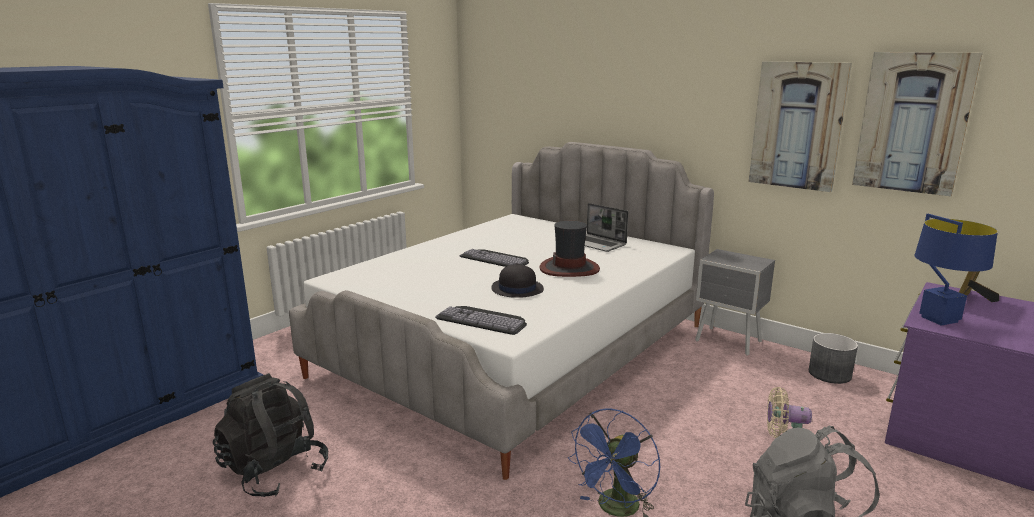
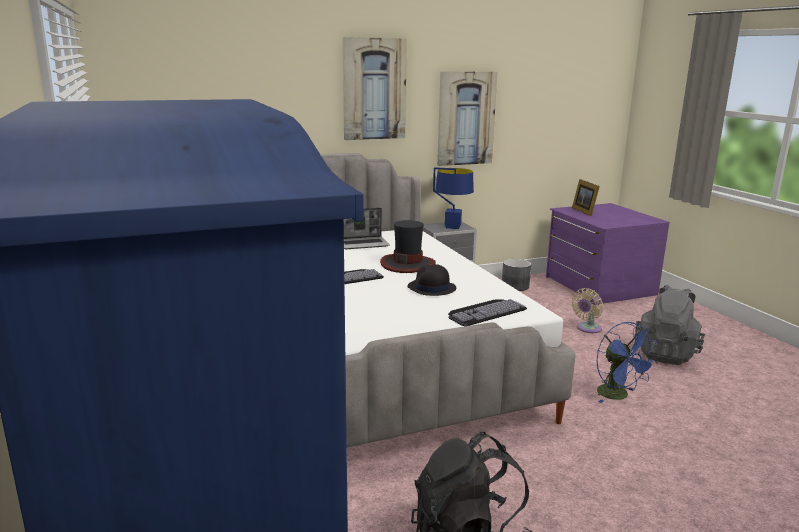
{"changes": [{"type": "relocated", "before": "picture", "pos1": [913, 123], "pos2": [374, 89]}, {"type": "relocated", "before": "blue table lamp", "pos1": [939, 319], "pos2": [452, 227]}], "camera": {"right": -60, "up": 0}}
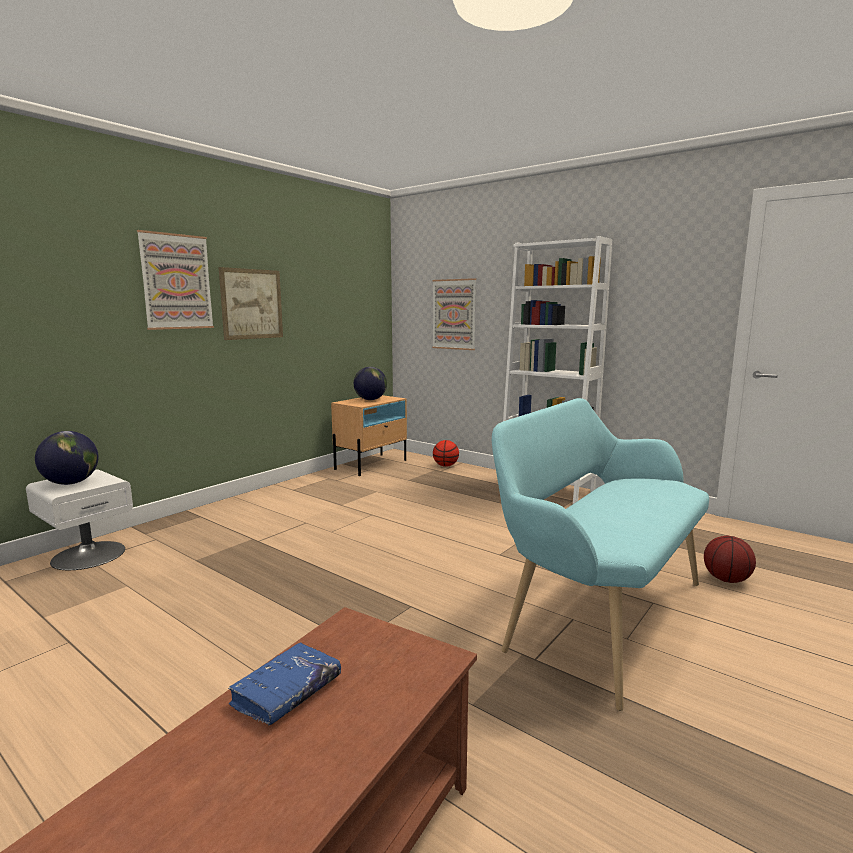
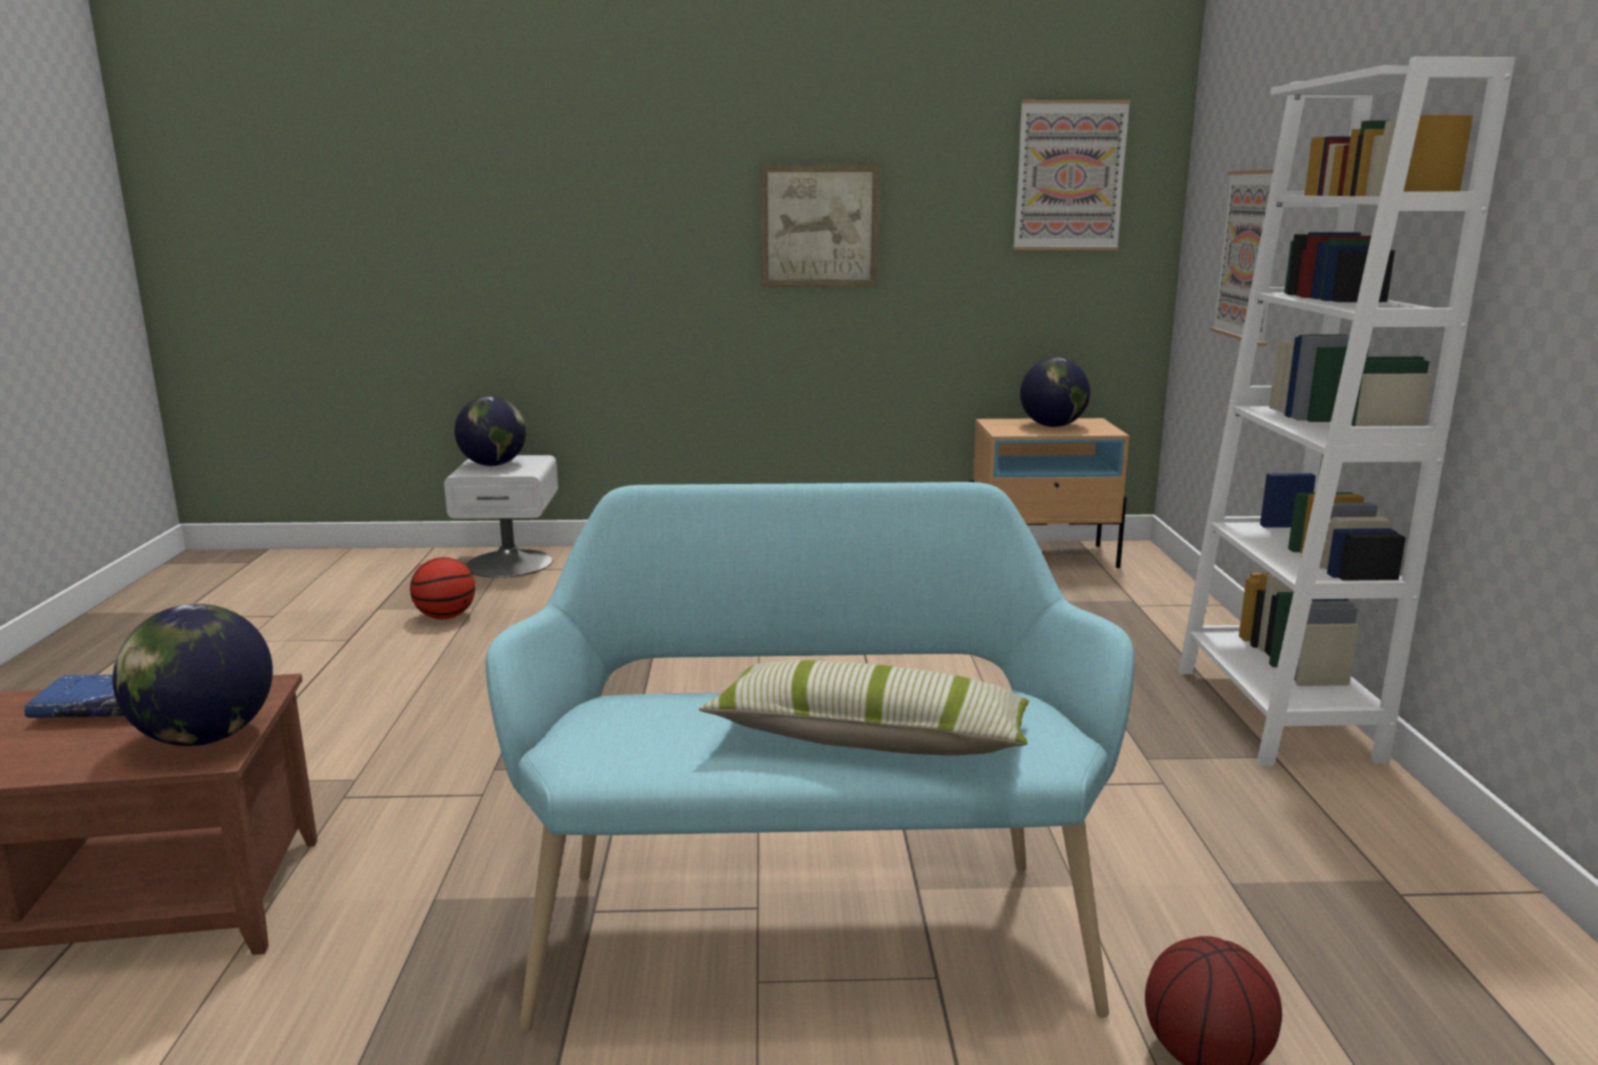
{"changes": [{"type": "relocated", "before": "picture", "pos1": [176, 282], "pos2": [1069, 176]}, {"type": "relocated", "before": "basketball", "pos1": [445, 466], "pos2": [445, 617]}, {"type": "appeared", "after": "globe", "pos2": [206, 738]}, {"type": "appeared", "after": "pillow", "pos2": [869, 739]}], "camera": {"right": 50, "up": 5}}
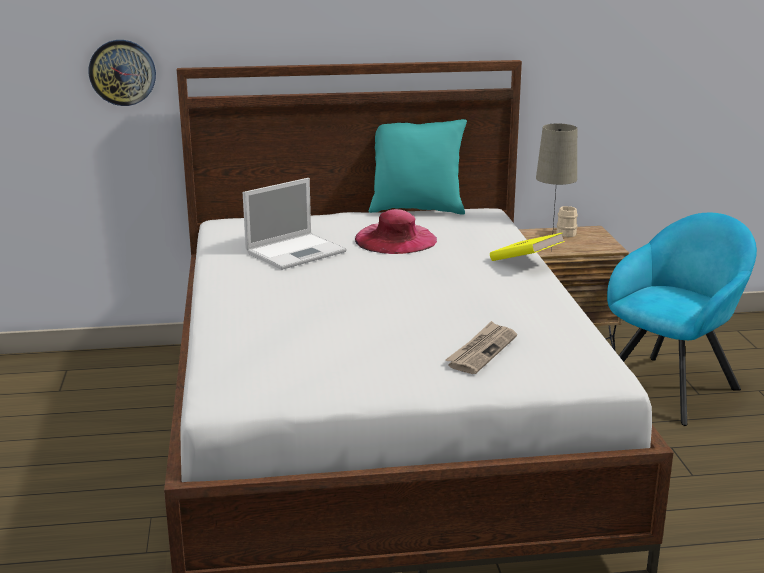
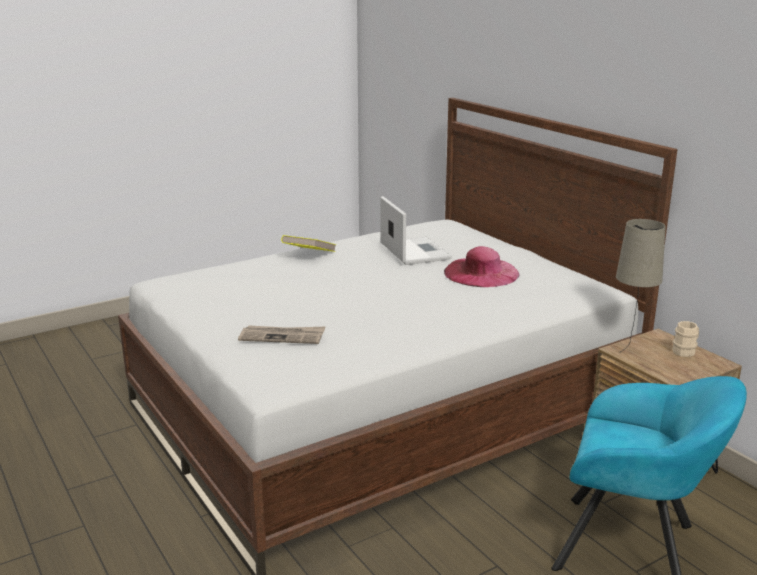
{"changes": [{"type": "missing", "before": "wall clock", "pos1": [122, 72]}, {"type": "spun", "before": "laptop", "pos1": [297, 251], "pos2": [414, 251], "turn": -135}, {"type": "missing", "before": "turquoise pillow", "pos1": [416, 209]}, {"type": "relocated", "before": "yellow book", "pos1": [525, 262], "pos2": [309, 255]}], "camera": {"right": 65, "up": 0}}
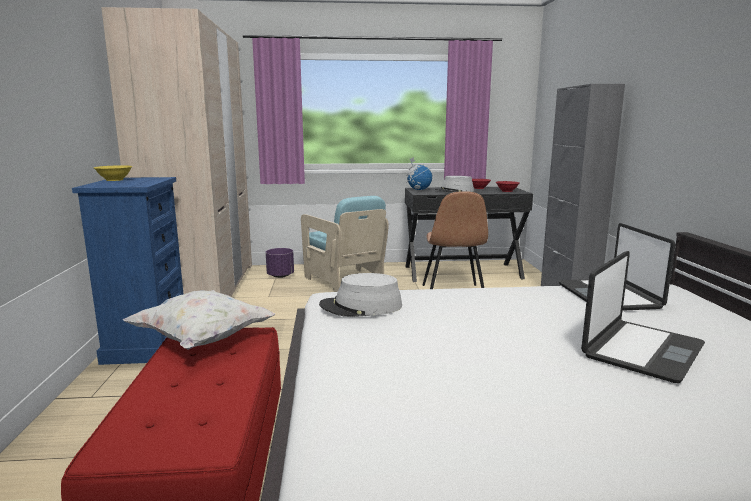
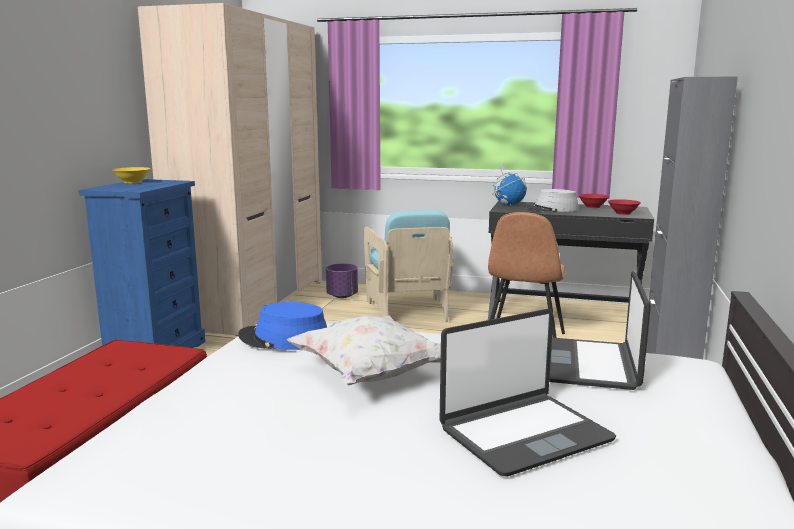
{"changes": [{"type": "relocated", "before": "white pillow", "pos1": [203, 340], "pos2": [371, 375]}, {"type": "colour", "before": "grey hat", "after": "blue hat", "pos1": [361, 306], "pos2": [284, 339]}], "camera": {"right": 20, "up": 0}}
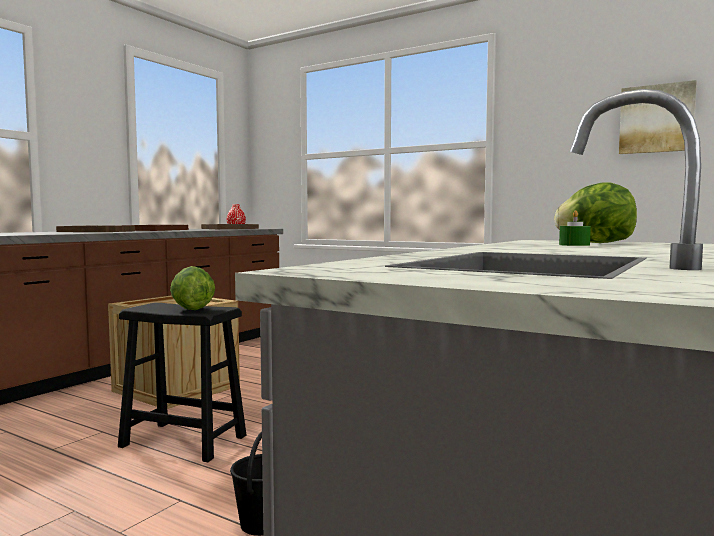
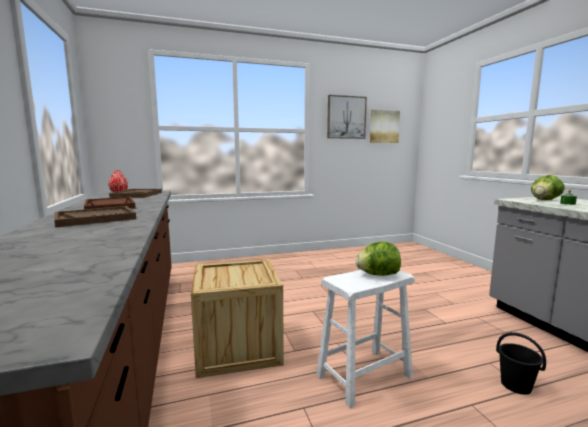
{"changes": [{"type": "colour", "before": "black stool", "after": "white stool", "pos1": [183, 441], "pos2": [364, 376]}, {"type": "appeared", "after": "picture", "pos2": [346, 117]}], "camera": {"right": -50, "up": 5}}
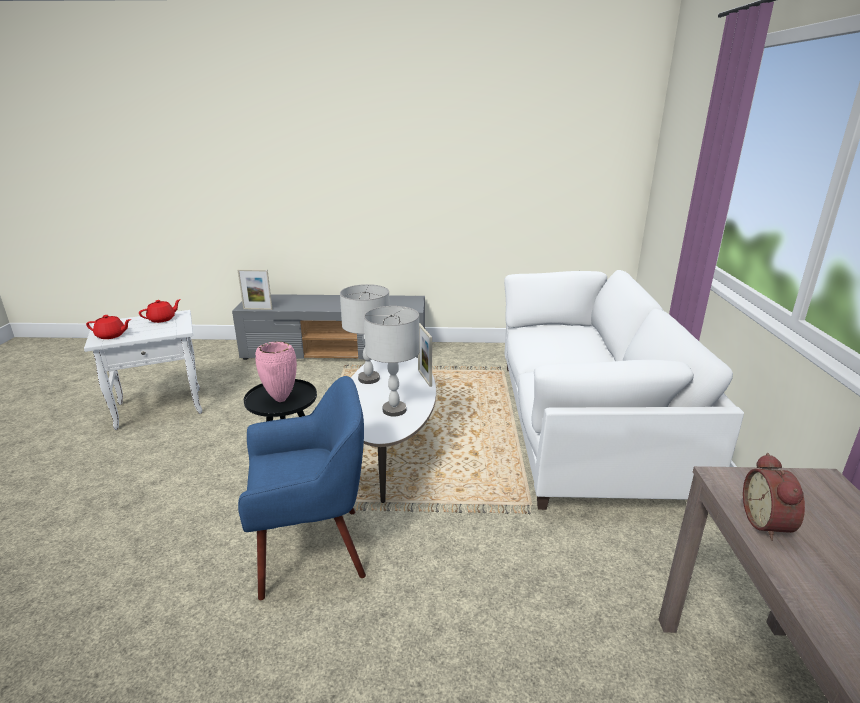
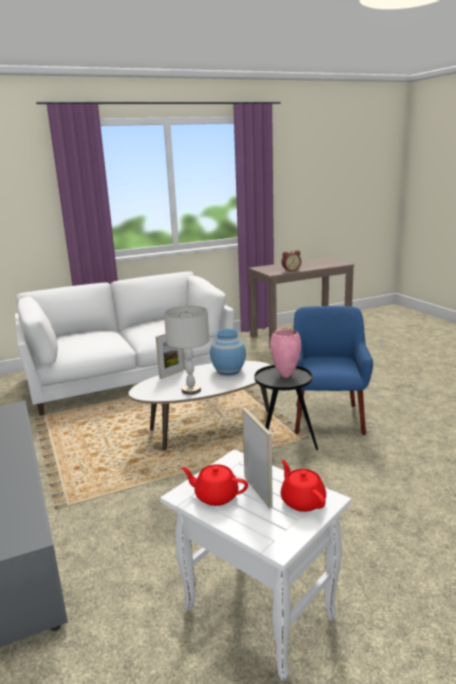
{"changes": [{"type": "relocated", "before": "picture frame", "pos1": [257, 309], "pos2": [257, 491]}, {"type": "spun", "before": "blue armchair", "pos1": [313, 549], "pos2": [327, 418], "turn": 45}, {"type": "exchanged", "before": "grey table lamp", "after": "blue vase", "pos1": [394, 410], "pos2": [228, 370]}], "camera": {"right": -115, "up": -5}}
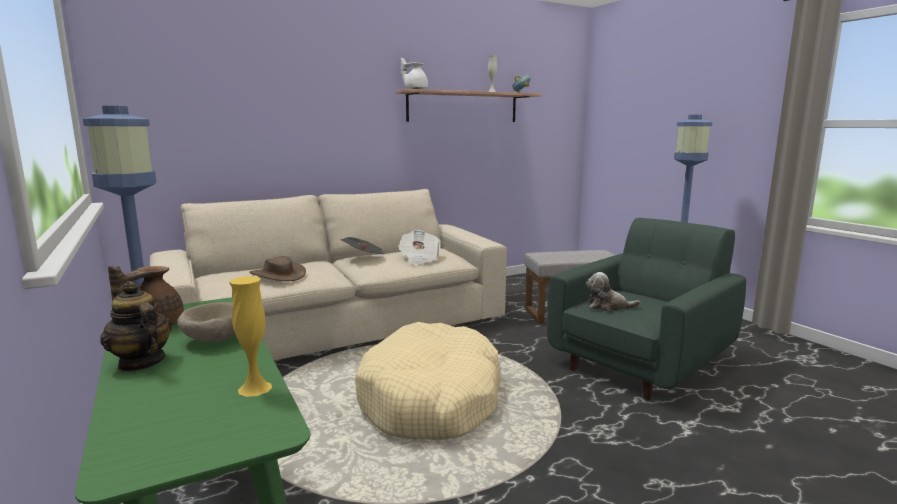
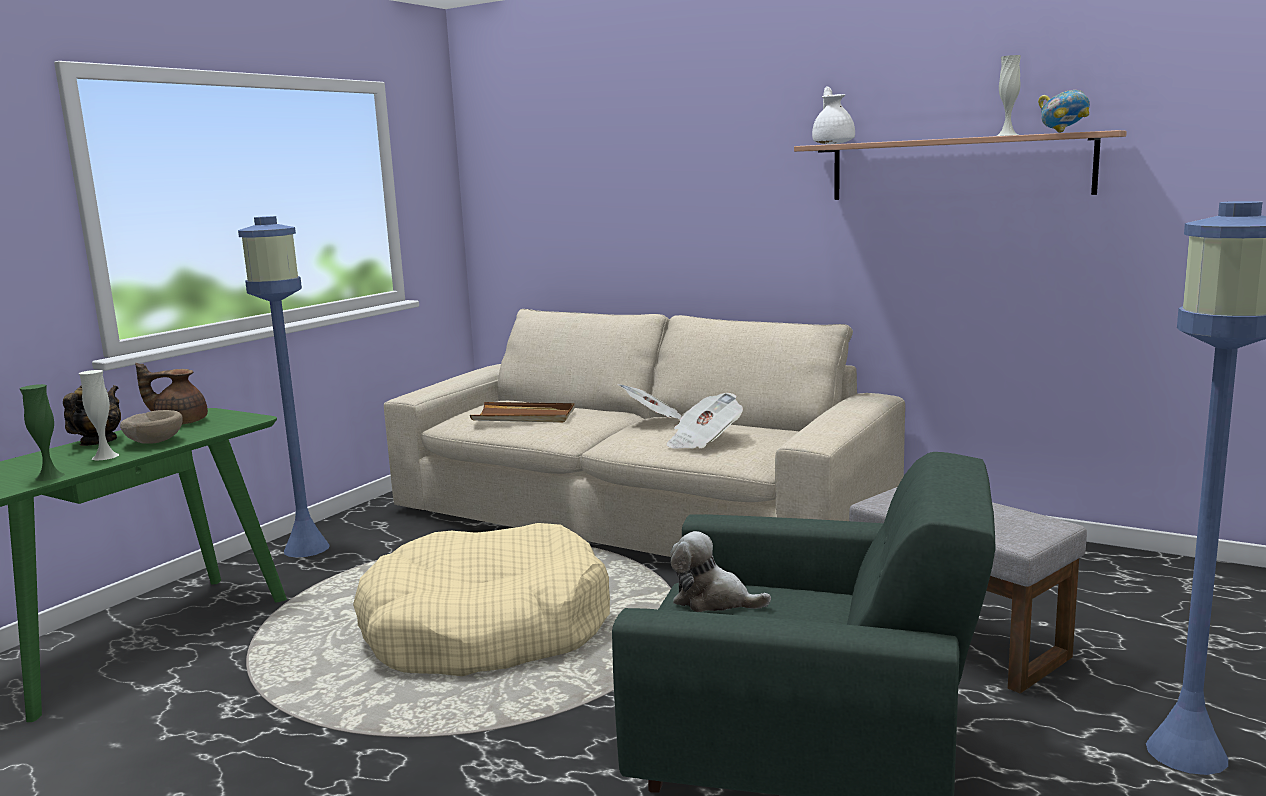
{"changes": [{"type": "colour", "before": "yellow vase", "after": "green vase", "pos1": [255, 388], "pos2": [49, 476]}, {"type": "exchanged", "before": "brown hat", "after": "brown tray", "pos1": [278, 275], "pos2": [524, 417]}, {"type": "spun", "before": "plush toy", "pos1": [608, 306], "pos2": [713, 600], "turn": -45}, {"type": "appeared", "after": "white vase", "pos2": [105, 456]}], "camera": {"right": 60, "up": 0}}
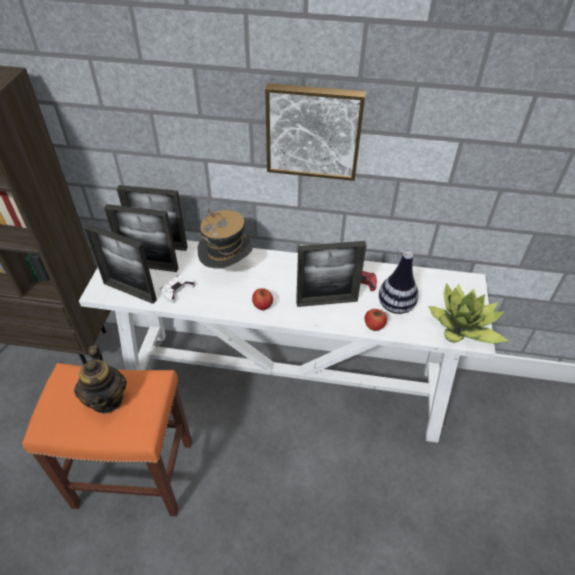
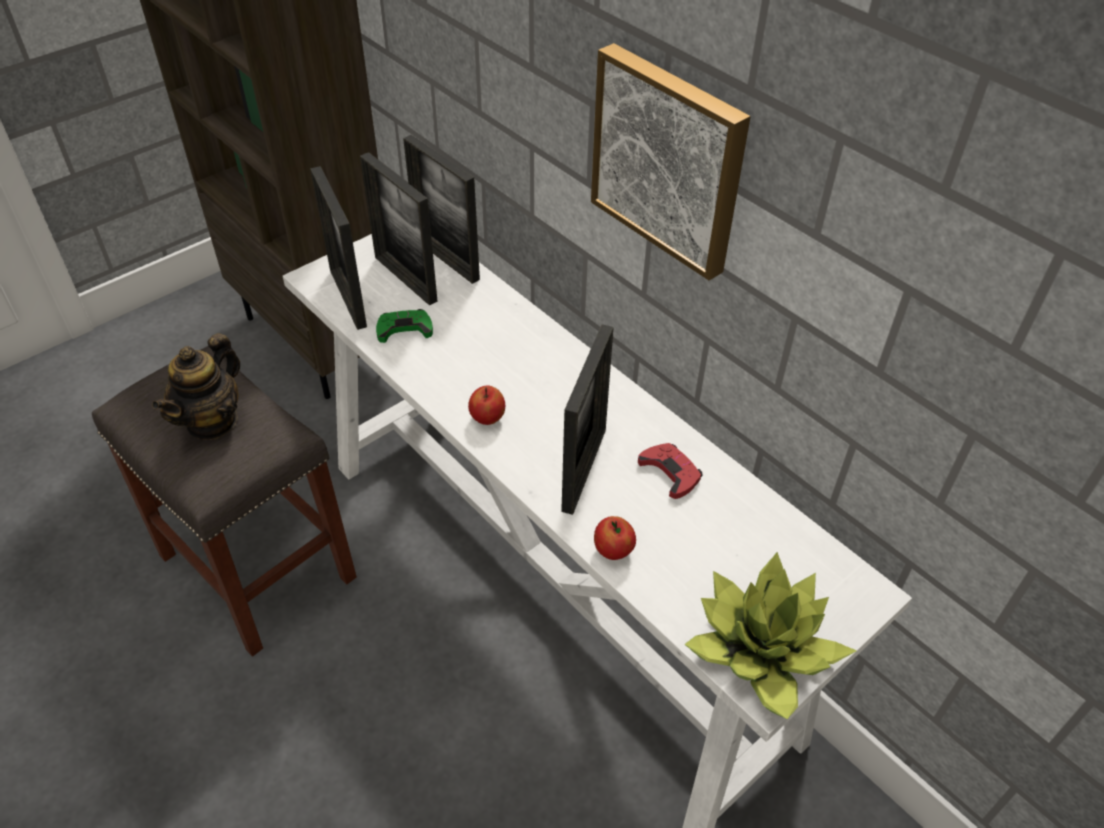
{"changes": [{"type": "colour", "before": "orange stool", "after": "grey stool", "pos1": [136, 472], "pos2": [260, 567]}, {"type": "colour", "before": "white game controller", "after": "green game controller", "pos1": [177, 290], "pos2": [404, 329]}, {"type": "missing", "before": "hat", "pos1": [227, 269]}, {"type": "spun", "before": "picture frame", "pos1": [327, 301], "pos2": [584, 469], "turn": -105}, {"type": "missing", "before": "vase", "pos1": [395, 306]}], "camera": {"right": 40, "up": 0}}
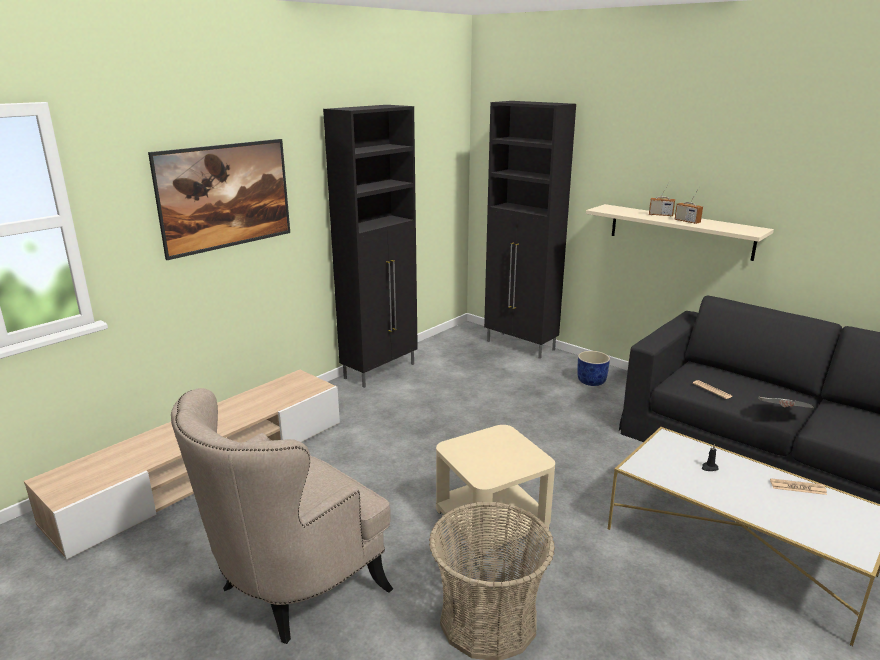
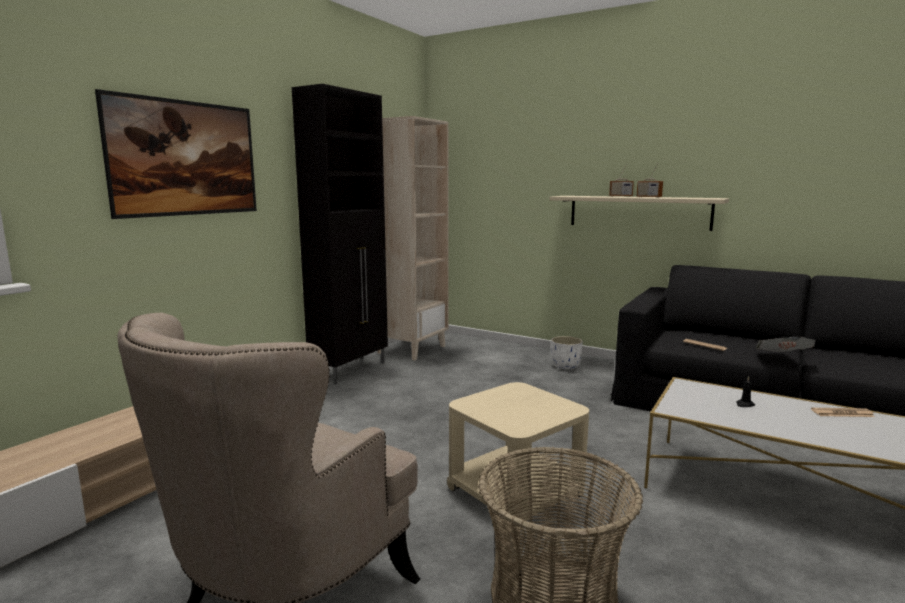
{"changes": [{"type": "missing", "before": "black cabinet", "pos1": [521, 346]}, {"type": "colour", "before": "blue planter", "after": "white planter", "pos1": [592, 381], "pos2": [566, 366]}, {"type": "appeared", "after": "beige bookcase", "pos2": [412, 349]}], "camera": {"right": -10, "up": -10}}
